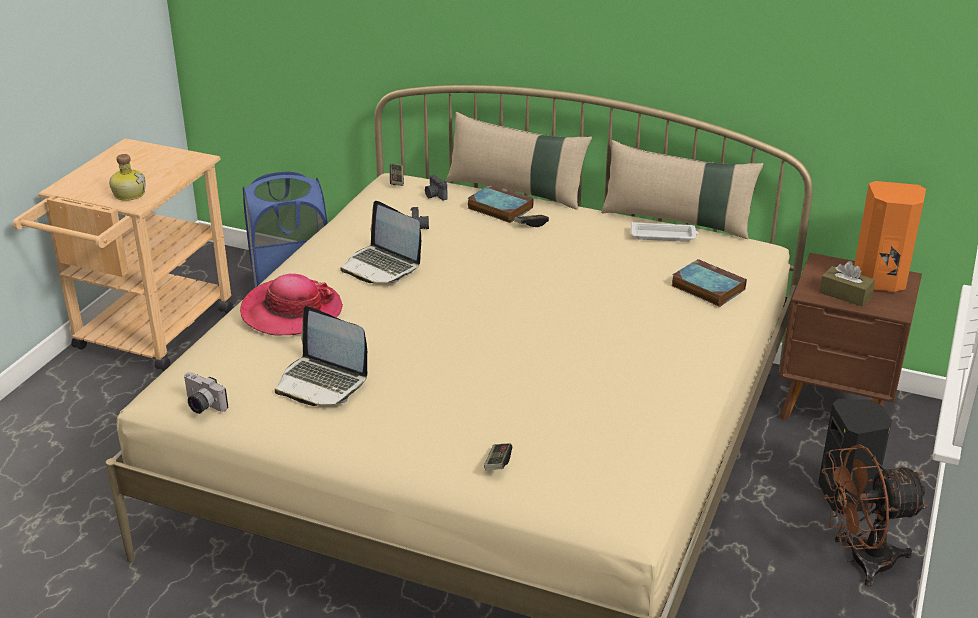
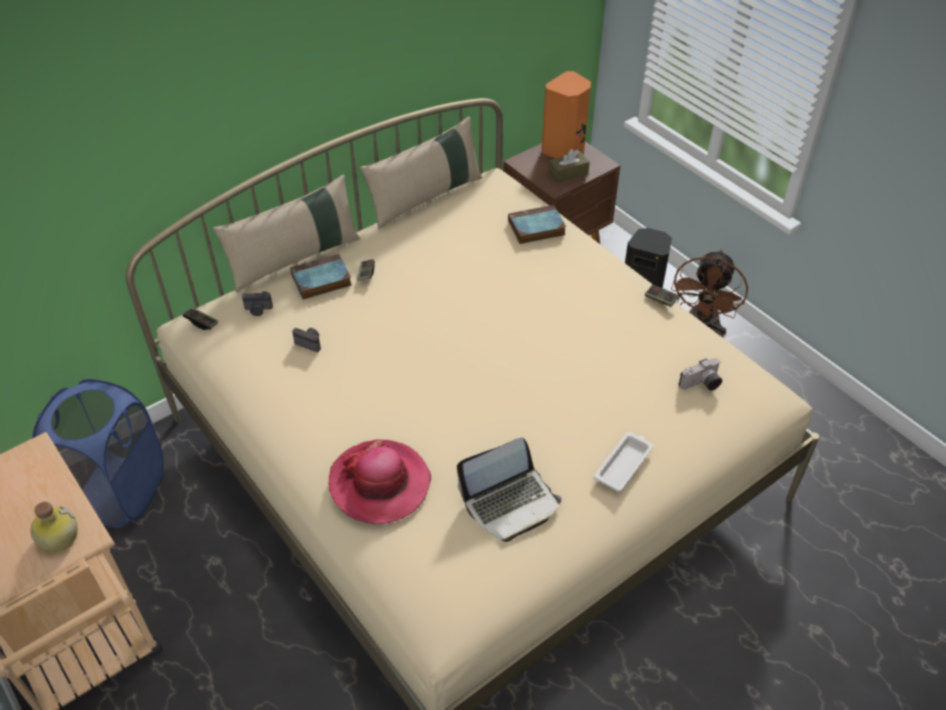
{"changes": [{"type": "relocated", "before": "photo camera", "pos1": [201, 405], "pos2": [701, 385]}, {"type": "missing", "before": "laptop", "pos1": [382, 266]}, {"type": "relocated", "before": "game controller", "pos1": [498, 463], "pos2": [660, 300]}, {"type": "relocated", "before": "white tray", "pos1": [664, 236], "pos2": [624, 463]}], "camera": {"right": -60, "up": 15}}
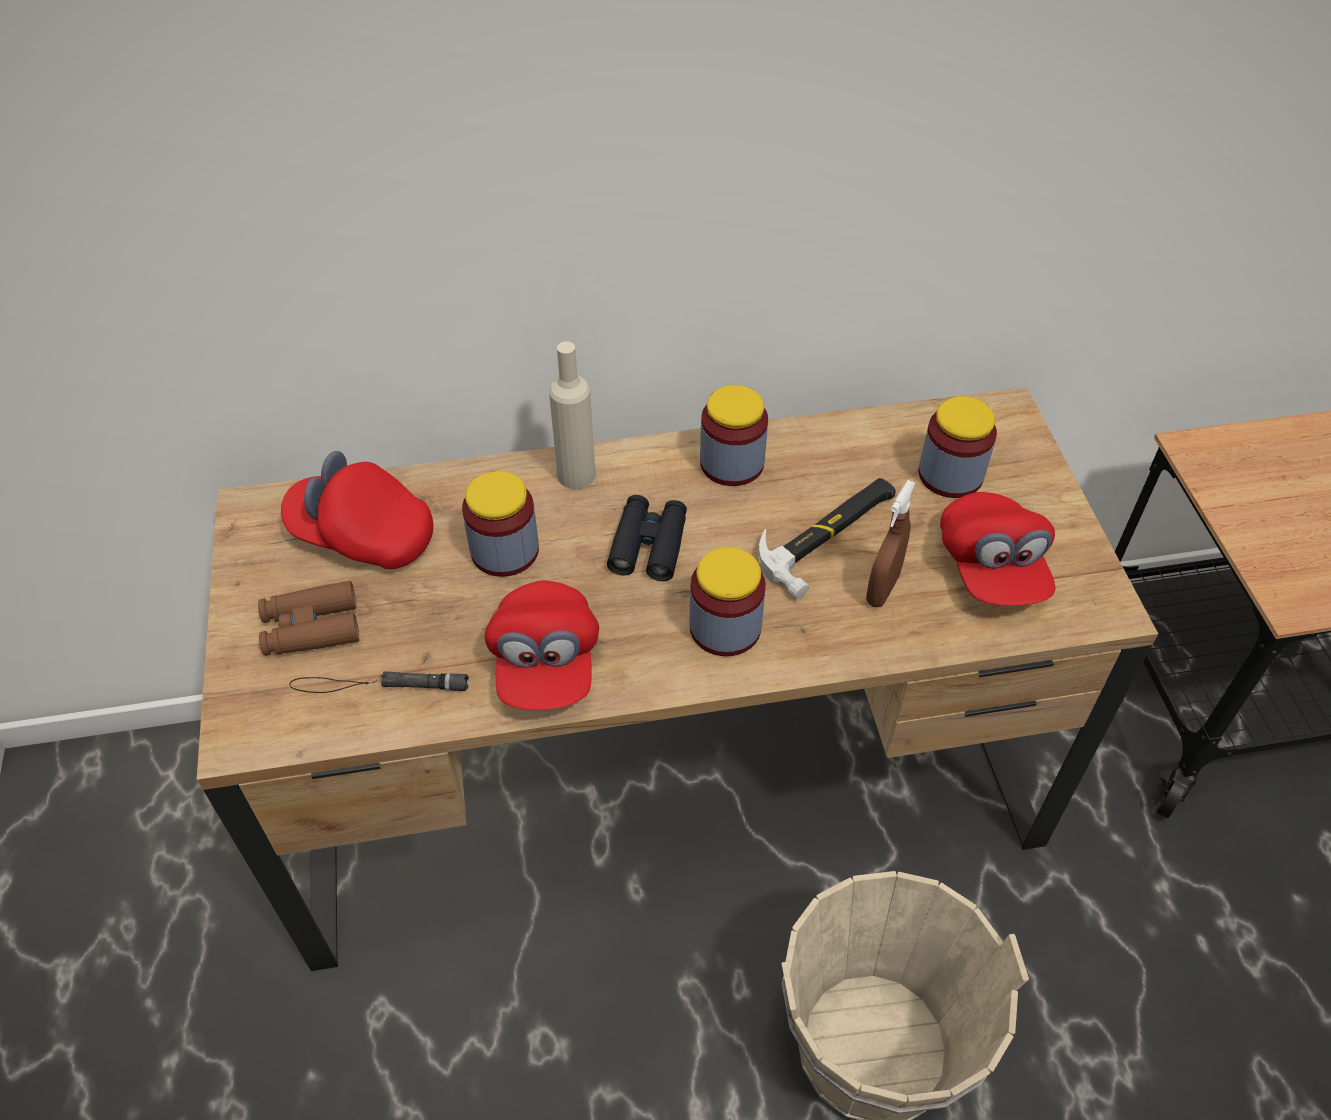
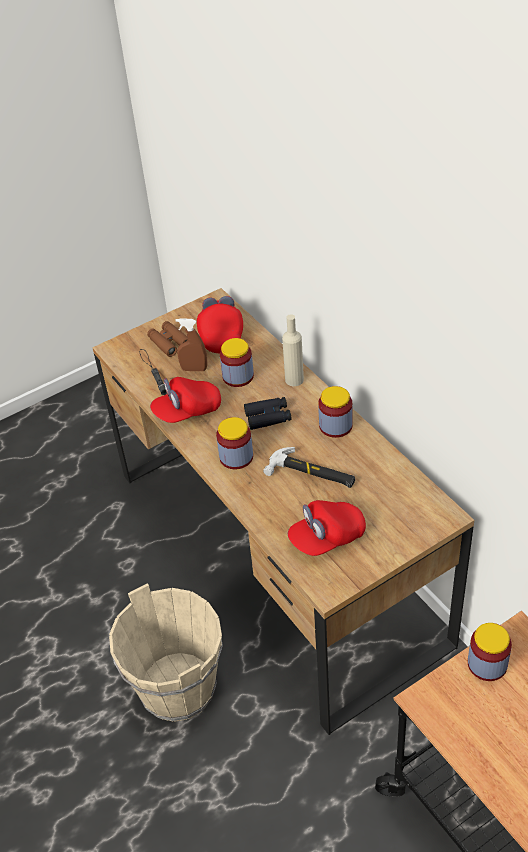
{"changes": [{"type": "relocated", "before": "brown spray bottle", "pos1": [882, 589], "pos2": [194, 369]}, {"type": "relocated", "before": "jar", "pos1": [950, 475], "pos2": [487, 664]}], "camera": {"right": 70, "up": -5}}
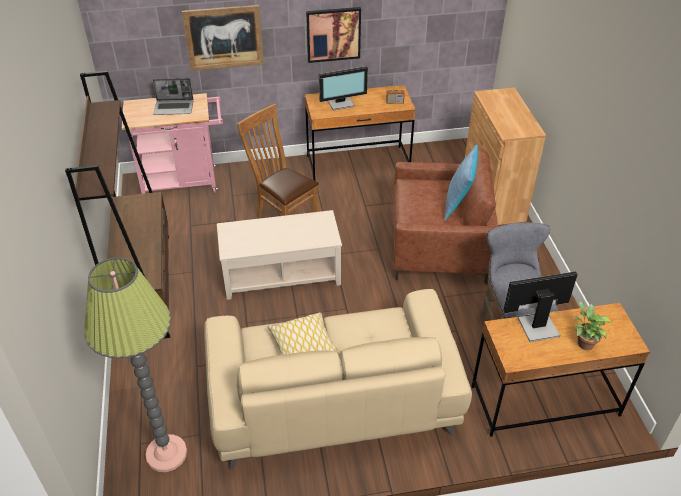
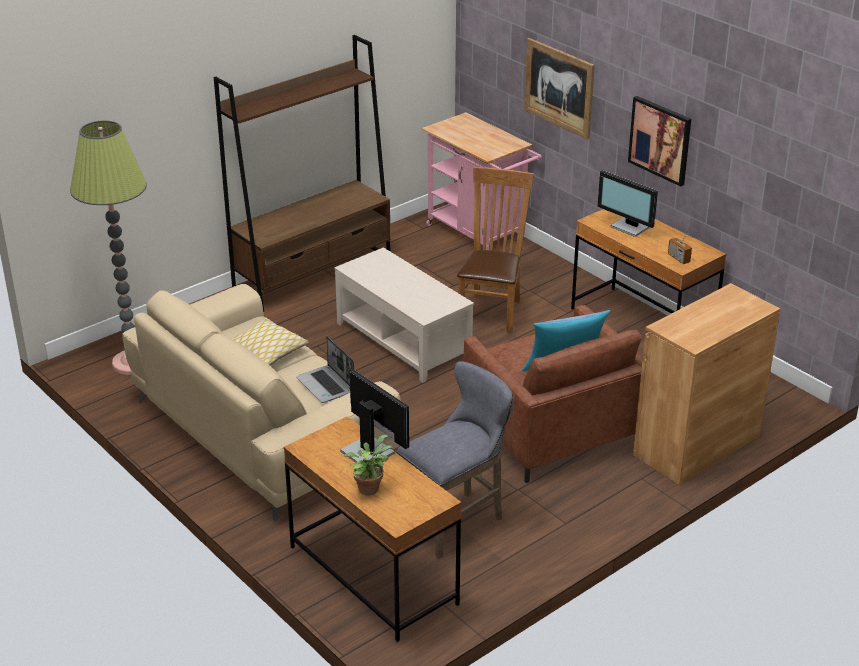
{"changes": [{"type": "relocated", "before": "laptop", "pos1": [174, 108], "pos2": [326, 385]}], "camera": {"right": 60, "up": -10}}
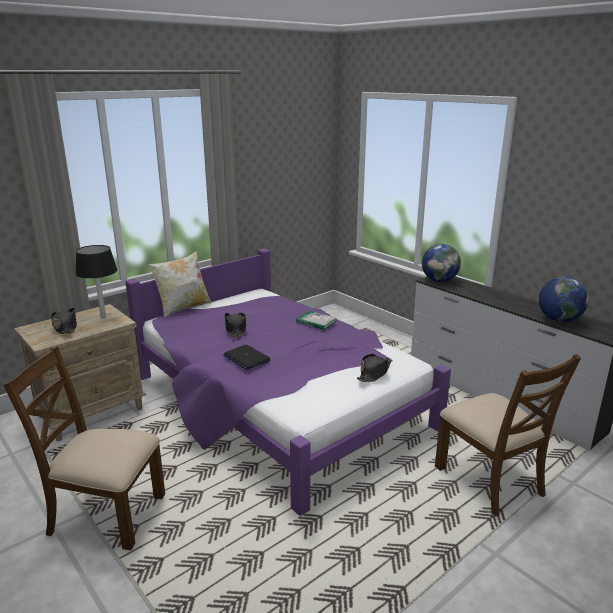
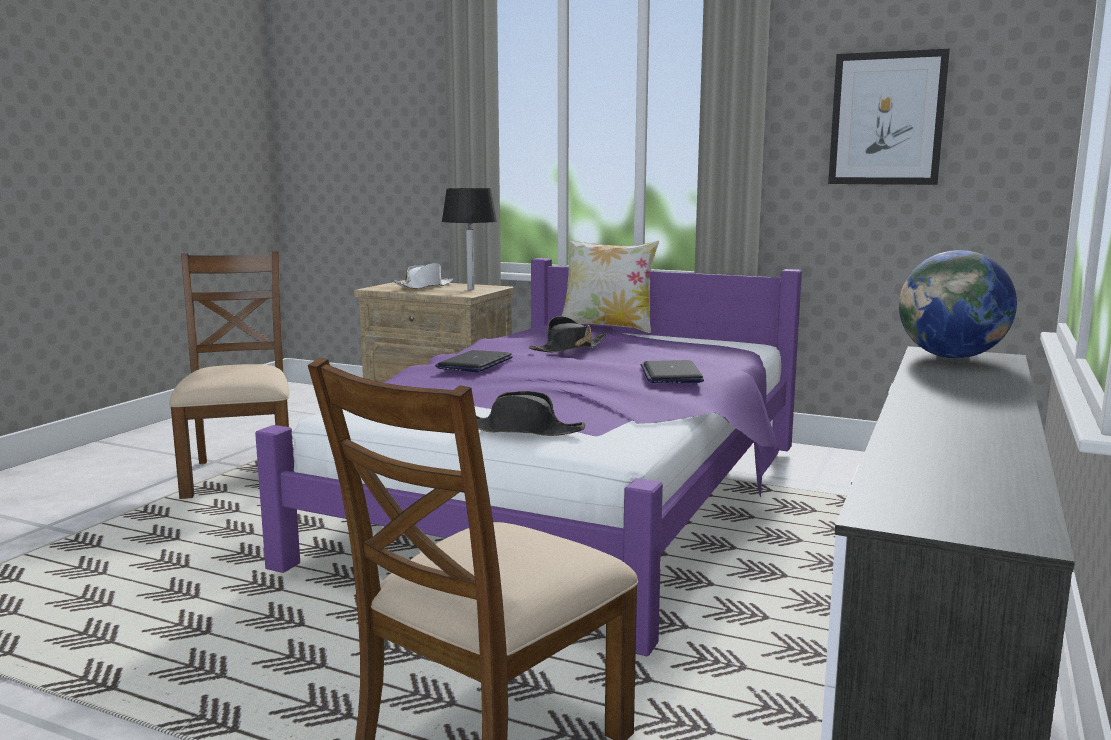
{"changes": [{"type": "colour", "before": "black hat", "after": "white hat", "pos1": [65, 327], "pos2": [424, 286]}, {"type": "exchanged", "before": "book", "after": "laptop", "pos1": [316, 322], "pos2": [671, 374]}, {"type": "missing", "before": "globe", "pos1": [559, 320]}, {"type": "appeared", "after": "picture", "pos2": [887, 119]}], "camera": {"right": 65, "up": -10}}
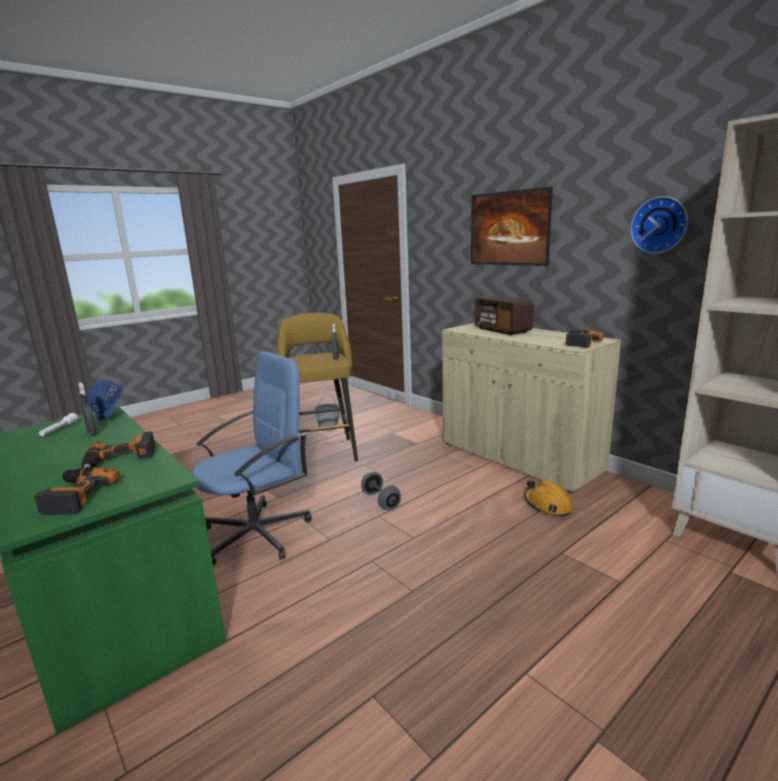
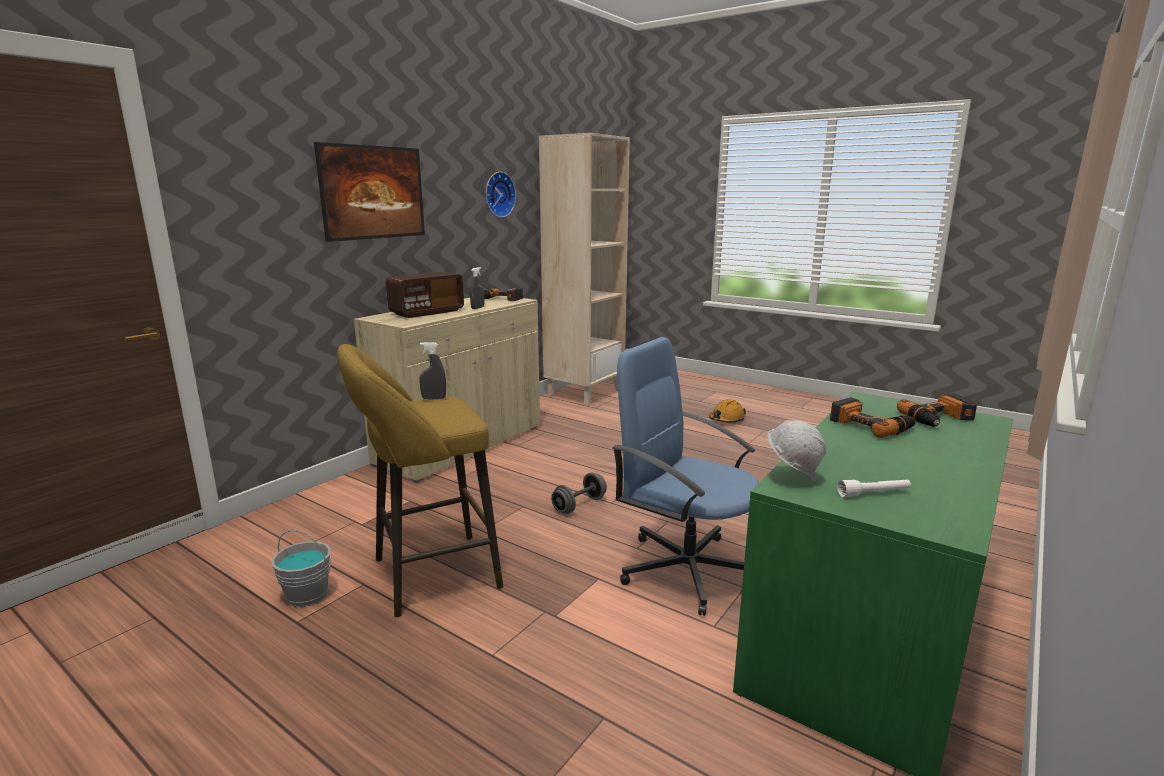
{"changes": [{"type": "relocated", "before": "grey spray bottle", "pos1": [92, 433], "pos2": [477, 308]}, {"type": "colour", "before": "blue hard hat", "after": "white hard hat", "pos1": [111, 416], "pos2": [792, 477]}, {"type": "relocated", "before": "orange hard hat", "pos1": [548, 505], "pos2": [726, 419]}], "camera": {"right": -105, "up": 0}}
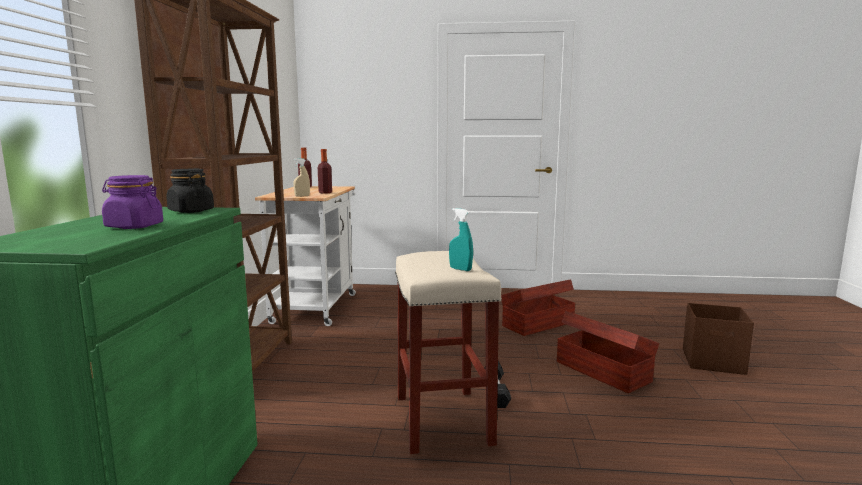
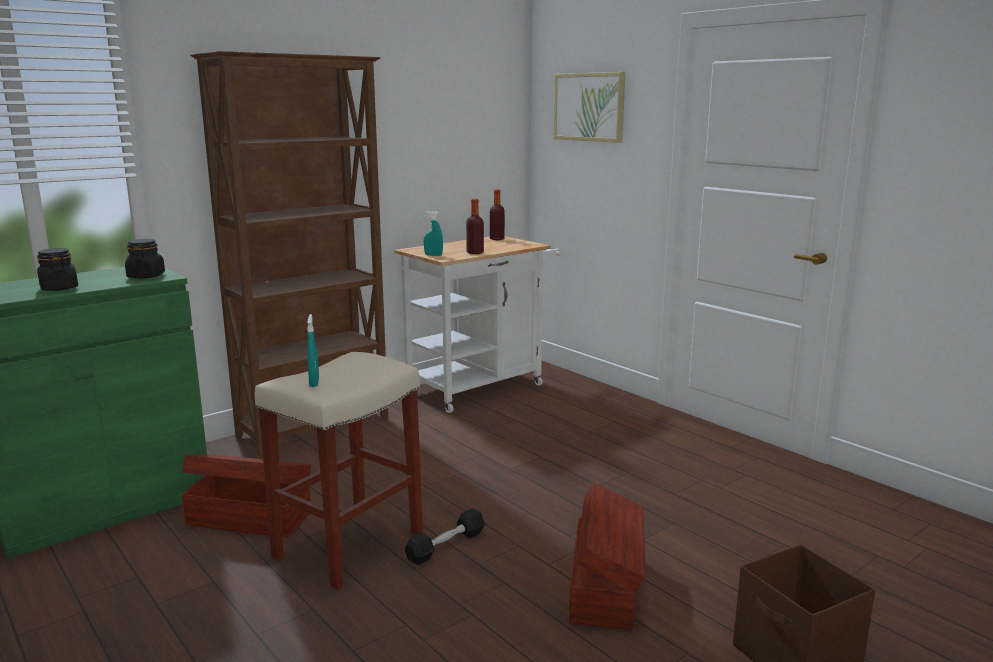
{"changes": [{"type": "colour", "before": "purple jar", "after": "black jar", "pos1": [134, 226], "pos2": [59, 288]}, {"type": "colour", "before": "beige spray bottle", "after": "turquoise spray bottle", "pos1": [302, 196], "pos2": [433, 255]}, {"type": "relocated", "before": "brown storage box", "pos1": [537, 324], "pos2": [249, 517]}, {"type": "appeared", "after": "picture", "pos2": [589, 107]}], "camera": {"right": 45, "up": 5}}
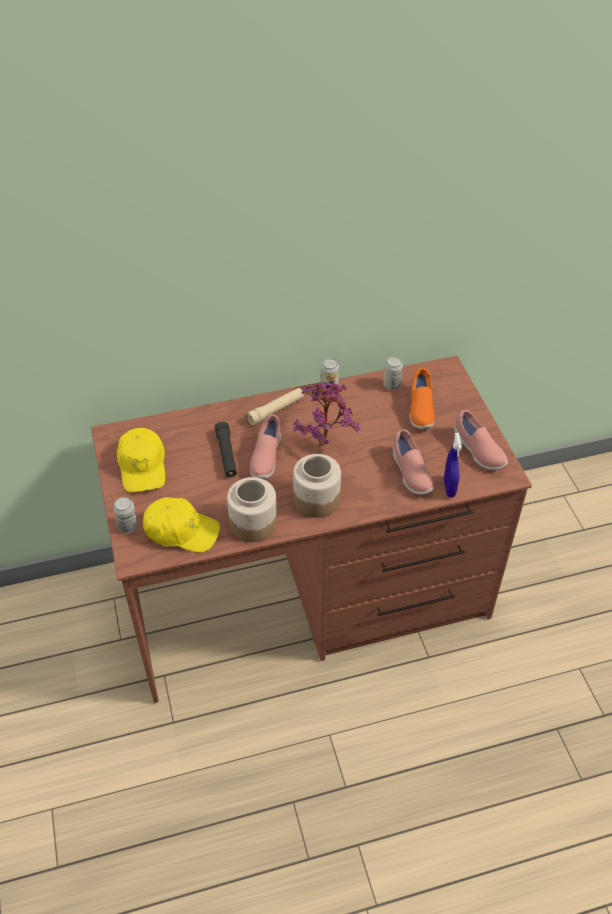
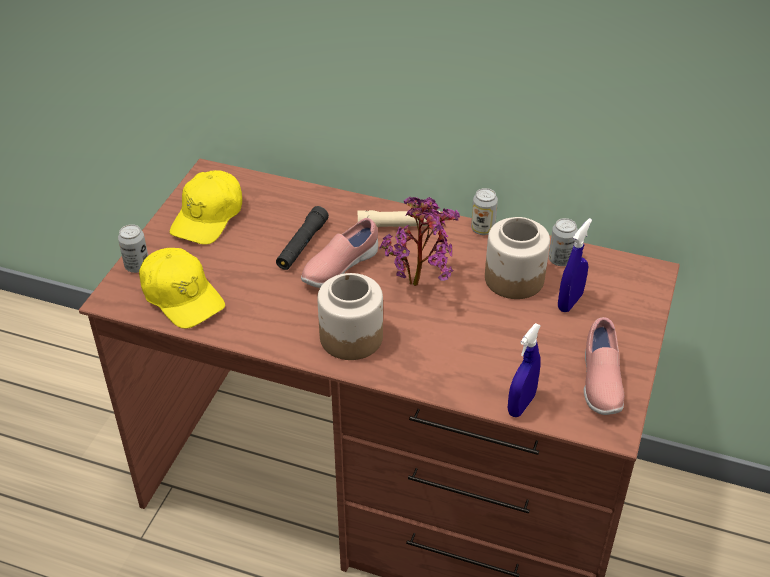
{"changes": [{"type": "relocated", "before": "jar", "pos1": [254, 523], "pos2": [515, 279]}, {"type": "missing", "before": "pink shoe", "pos1": [410, 473]}, {"type": "exchanged", "before": "orange shoe", "after": "blue spray bottle", "pos1": [420, 410], "pos2": [570, 302]}], "camera": {"right": 35, "up": -5}}
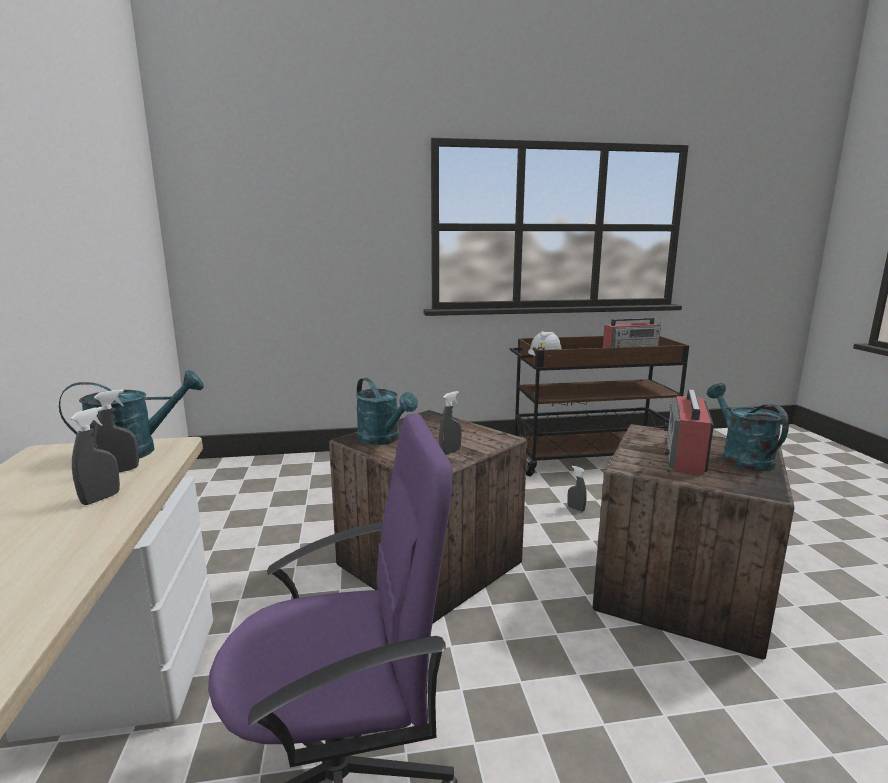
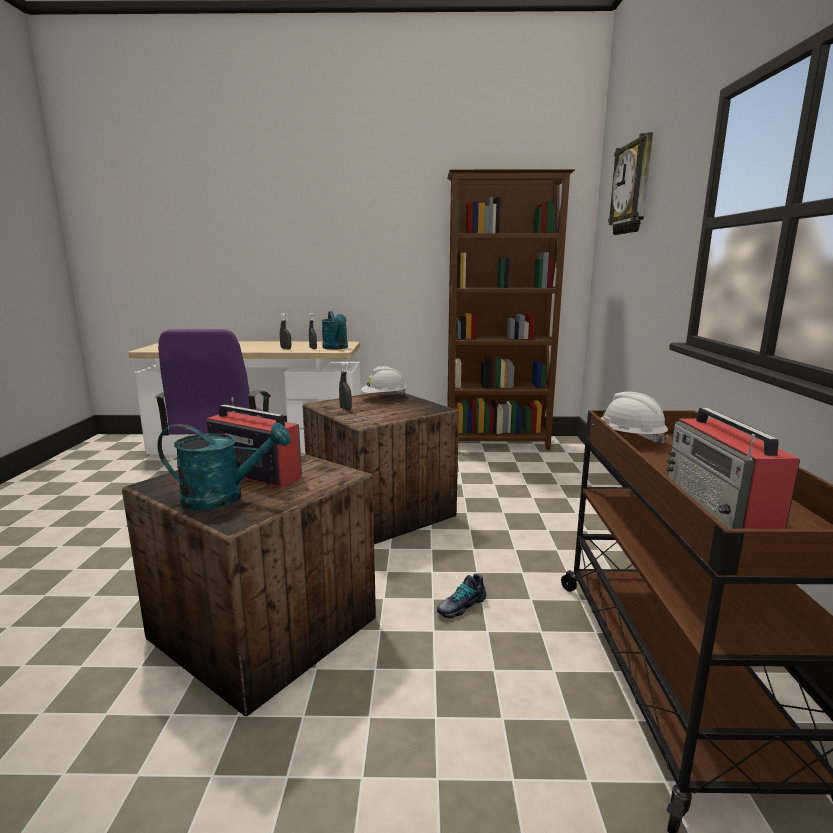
{"changes": [{"type": "exchanged", "before": "turquoise watering can", "after": "white hard hat", "pos1": [383, 440], "pos2": [384, 397]}, {"type": "exchanged", "before": "grey spray bottle", "after": "shoe", "pos1": [576, 509], "pos2": [461, 605]}, {"type": "appeared", "after": "brown bookcase", "pos2": [497, 443]}, {"type": "appeared", "after": "wall clock", "pos2": [633, 188]}], "camera": {"right": 100, "up": 0}}
